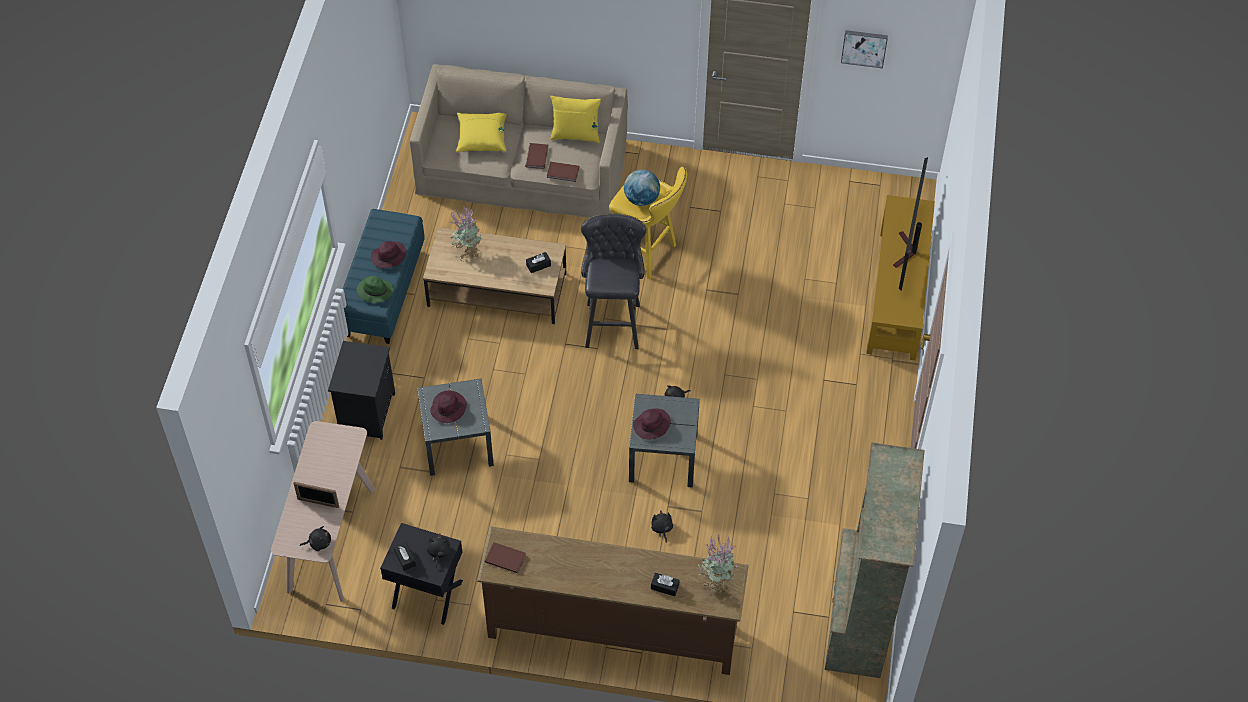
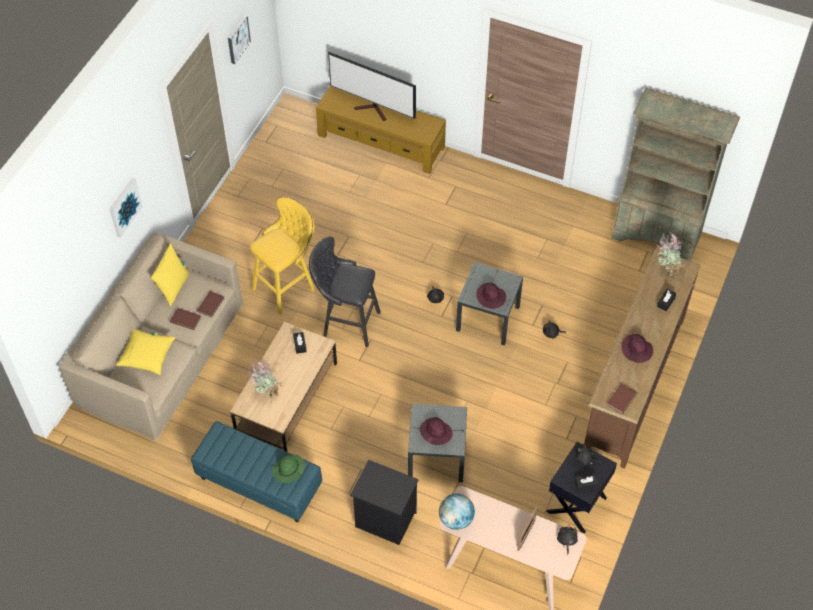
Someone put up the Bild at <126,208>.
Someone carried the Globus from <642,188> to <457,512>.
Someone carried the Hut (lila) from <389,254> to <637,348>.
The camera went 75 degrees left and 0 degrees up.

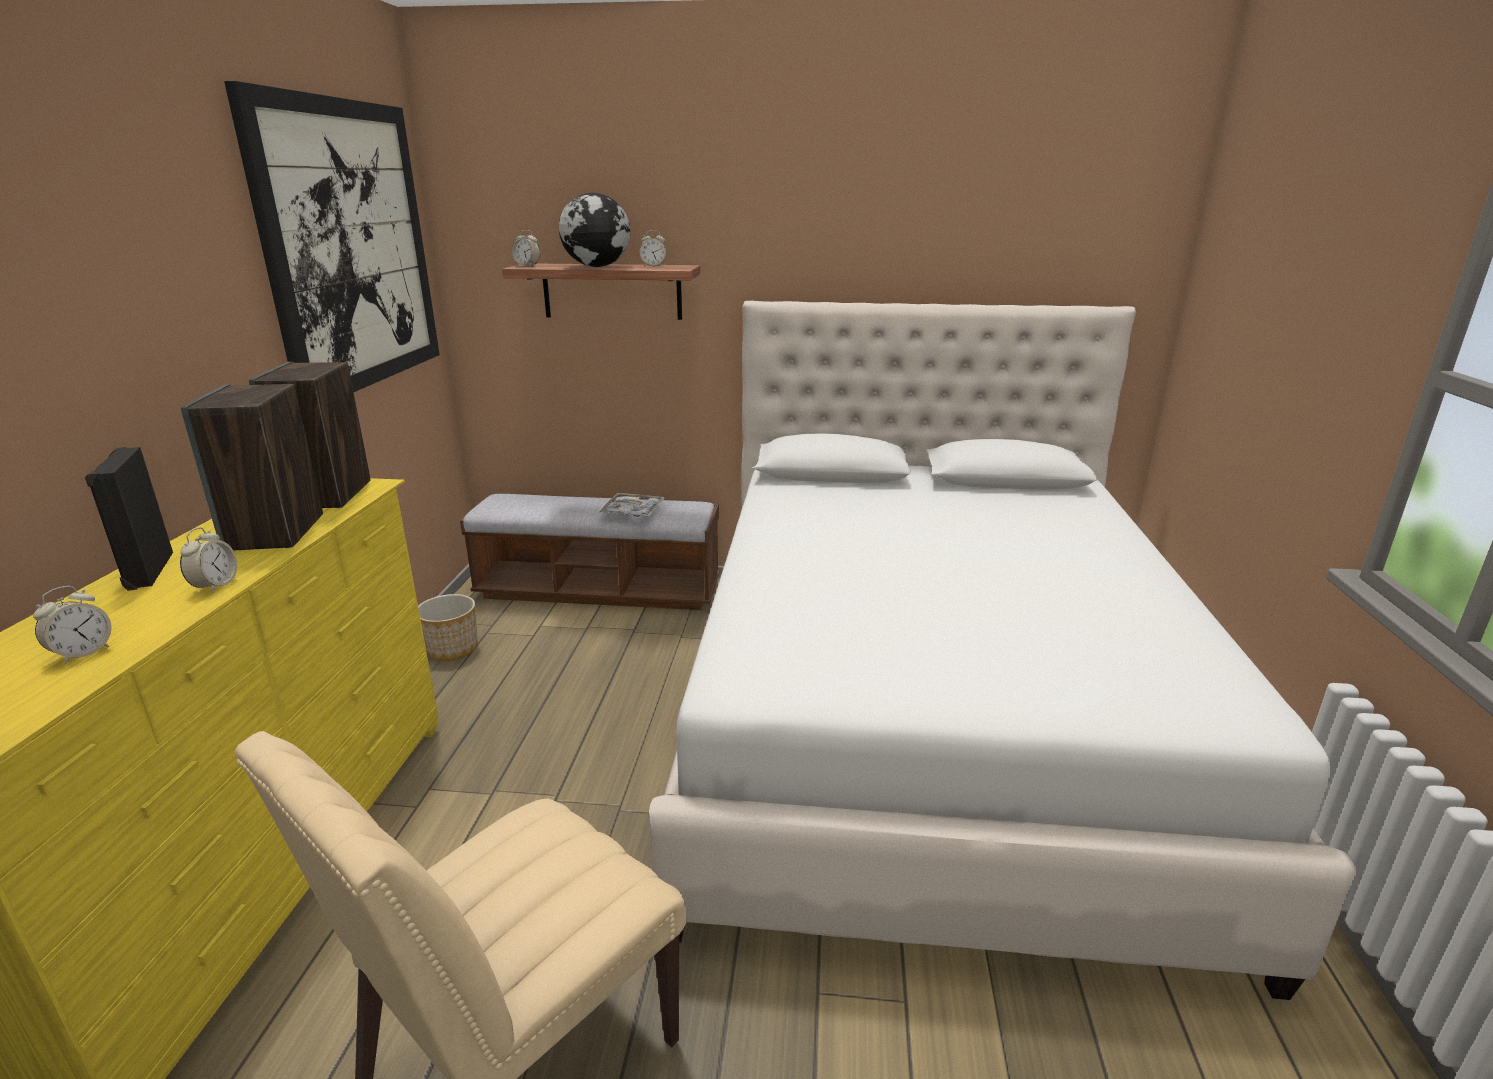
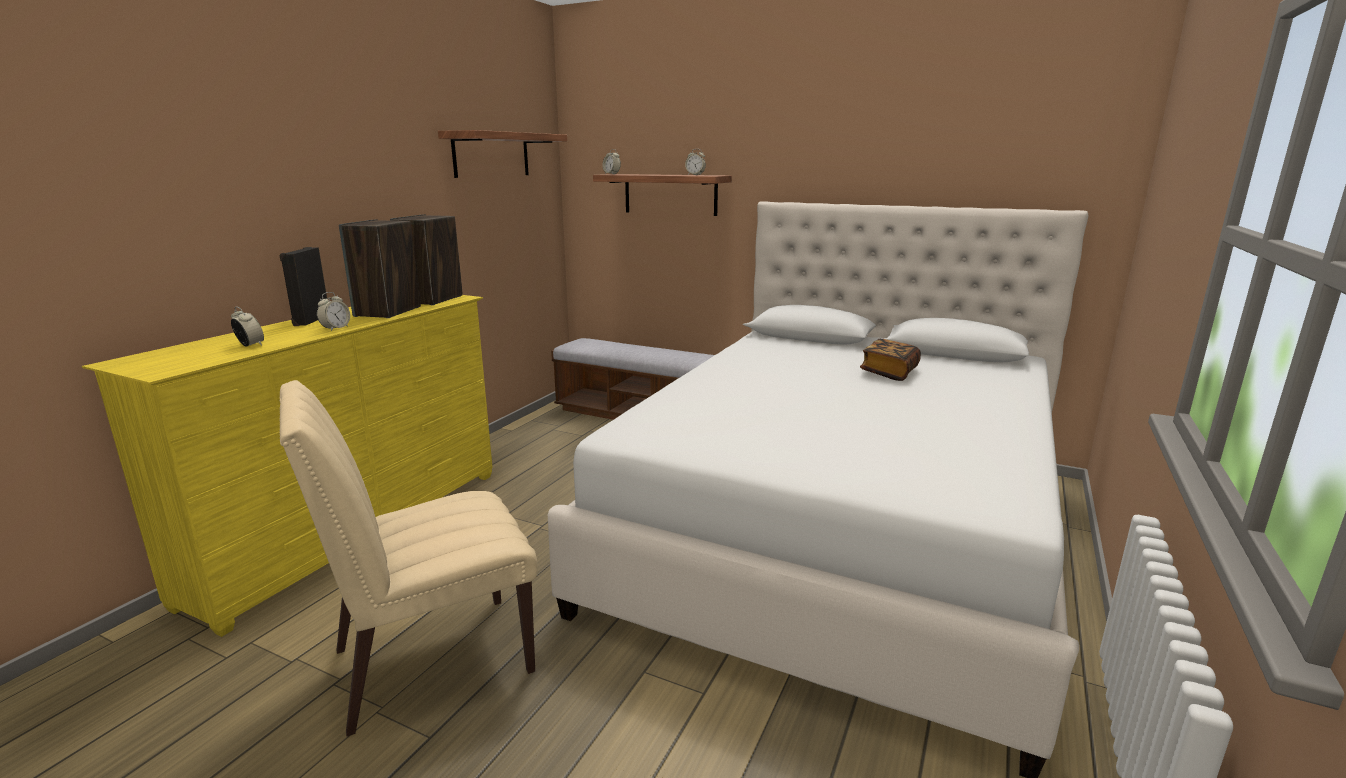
Someone rotated the Wecker at <72,625> by 105 degrees counterclockwise.
Someone swapped the Bild at <332,236> for the Wandregal at <502,154>.
Someone put down the Buch at <890,360>.
Someone took away the Pflanzkübel at <448,627>.
Someone took away the Globus at <594,230>.
Someone took away the Tablett at <631,505>.
The camera went 20 degrees right and 5 degrees down.

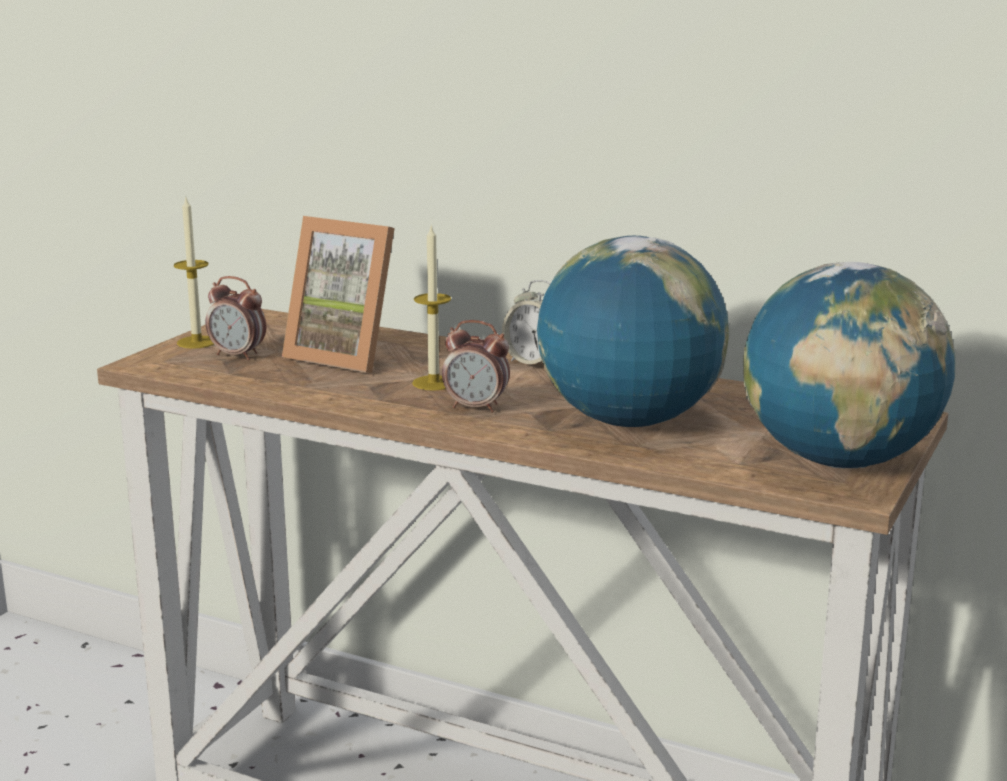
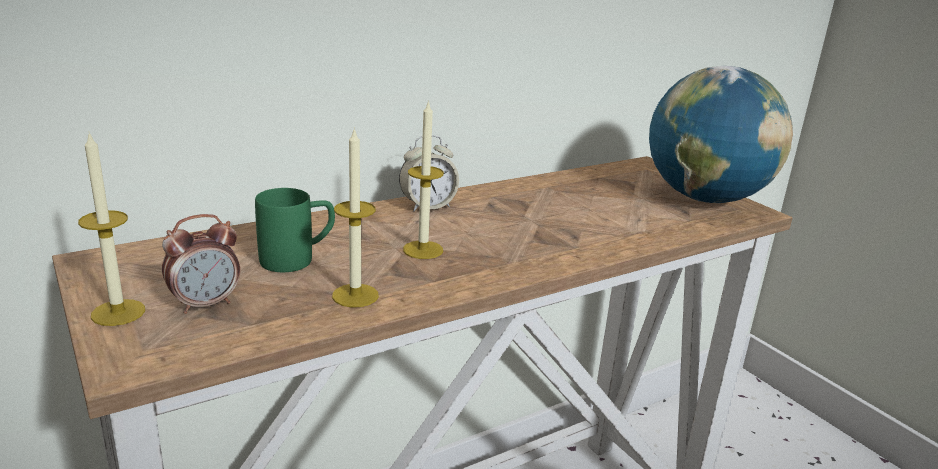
Someone swapped the Bilderrahmen at <338,294> for the Henkelbecher (grün) at <295,230>.
Someone put down the Kerze at <355,217>.
Someone took away the Wecker at <476,366>.
Someone took away the Globus at <633,331>.
The camera went 60 degrees left and 5 degrees up.

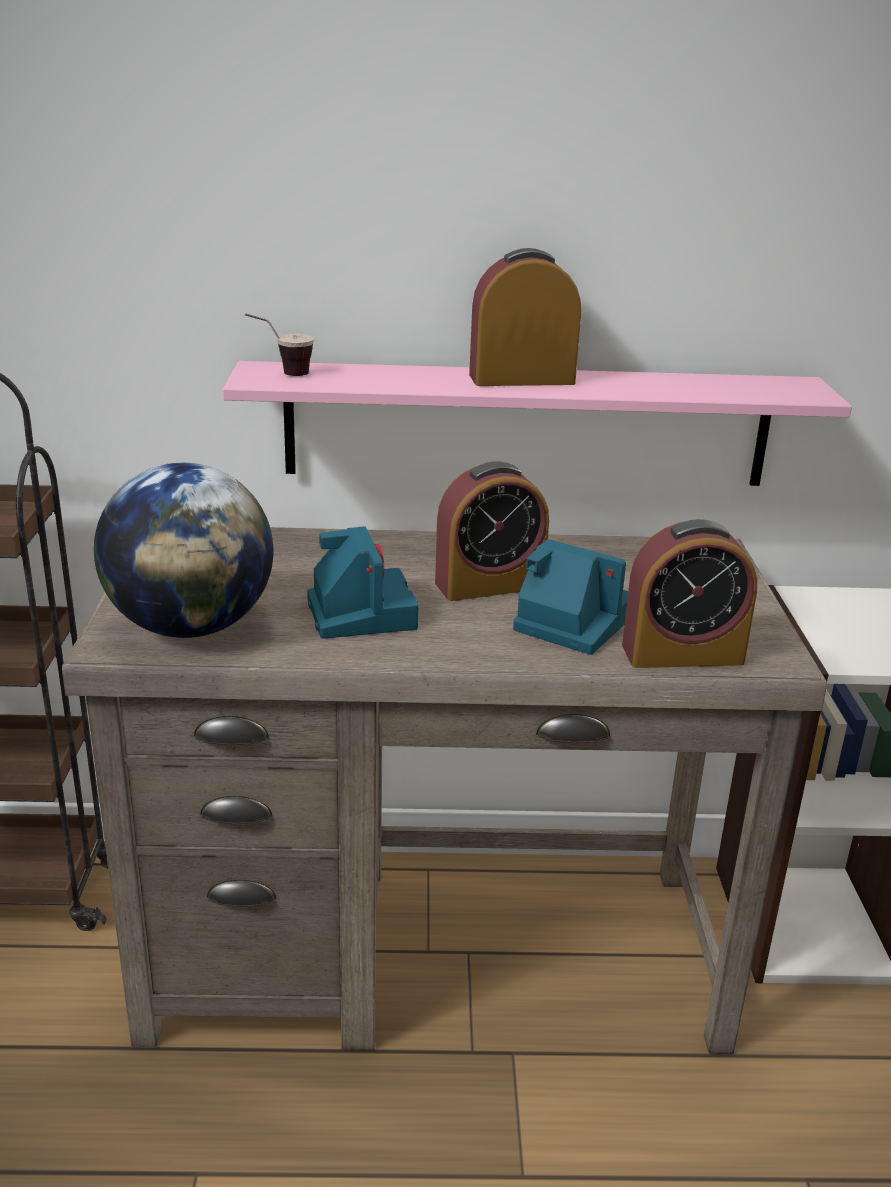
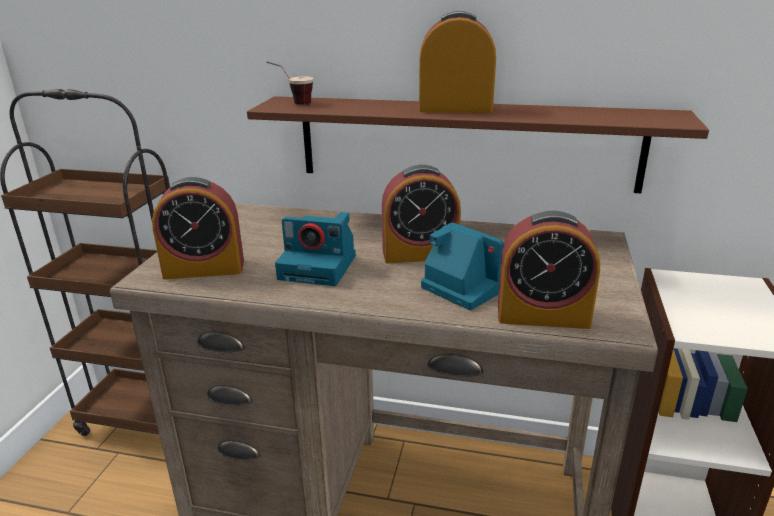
Someone swapped the Globus at <183,550> for the Wecker at <198,228>.
Someone repainted the Wandregal (rosa) at <537,423>, which became the Wandregal (braun) at <478,144>.
Someone rotated the Kamera at <363,583> by 105 degrees clockwise.
The camera went 15 degrees right and 0 degrees up.

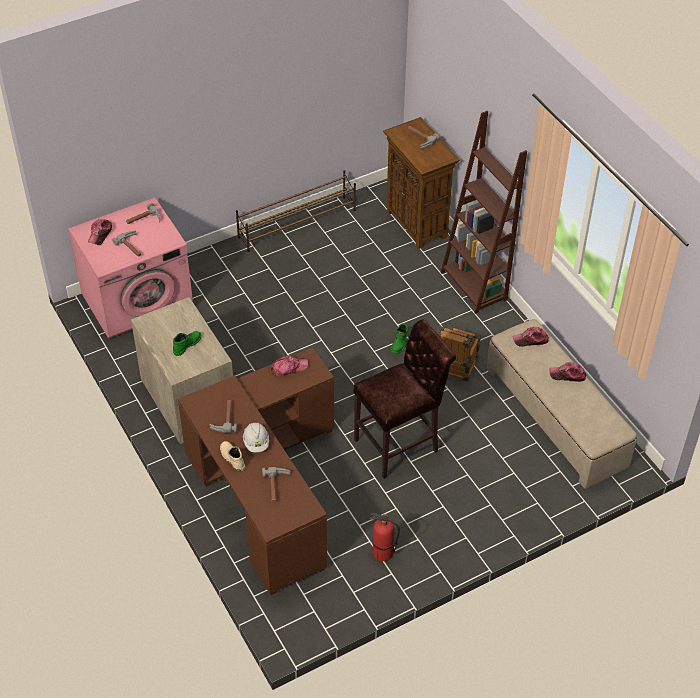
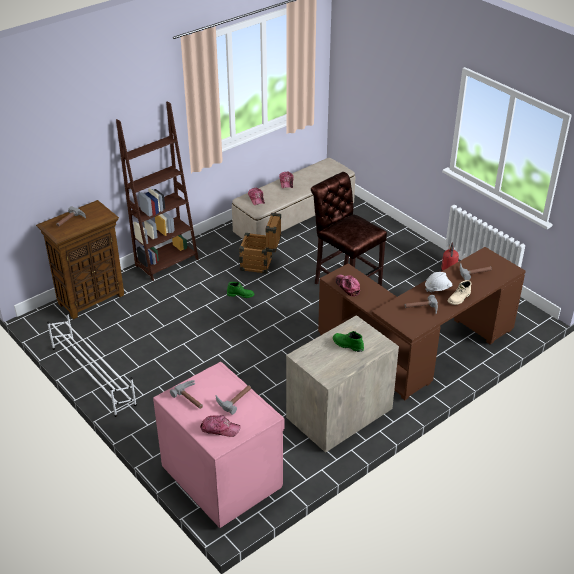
Someone repainted the Schuhregal (braun) at <296,211>, which became the Schuhregal (weiß) at <92,364>.
The camera went 100 degrees left and 10 degrees down.

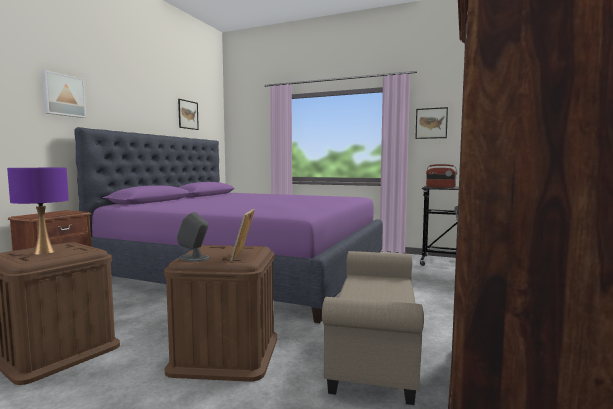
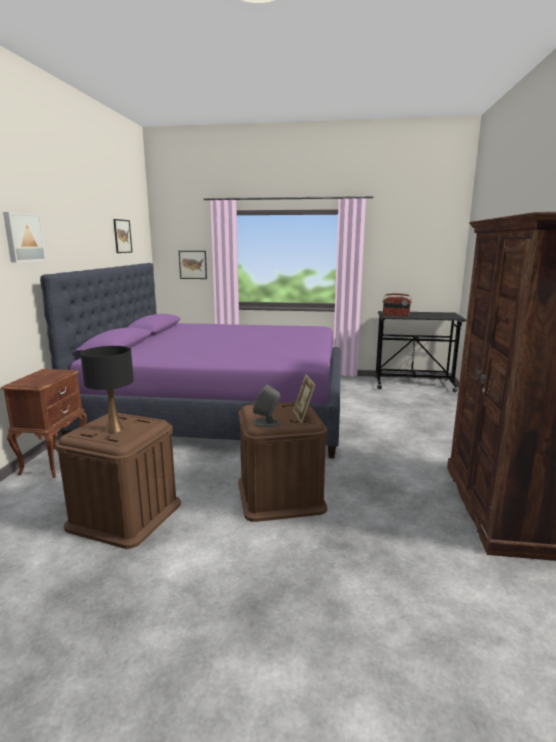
Someone repainted the Tischlampe (lila) at <38,211>, which became the Tischlampe (schwarz) at <107,389>.
Someone carried the Bild from <431,123> to <193,265>.
Someone took away the Polsterhocker (beige) at <373,328>.
The camera went 15 degrees left and 10 degrees up.

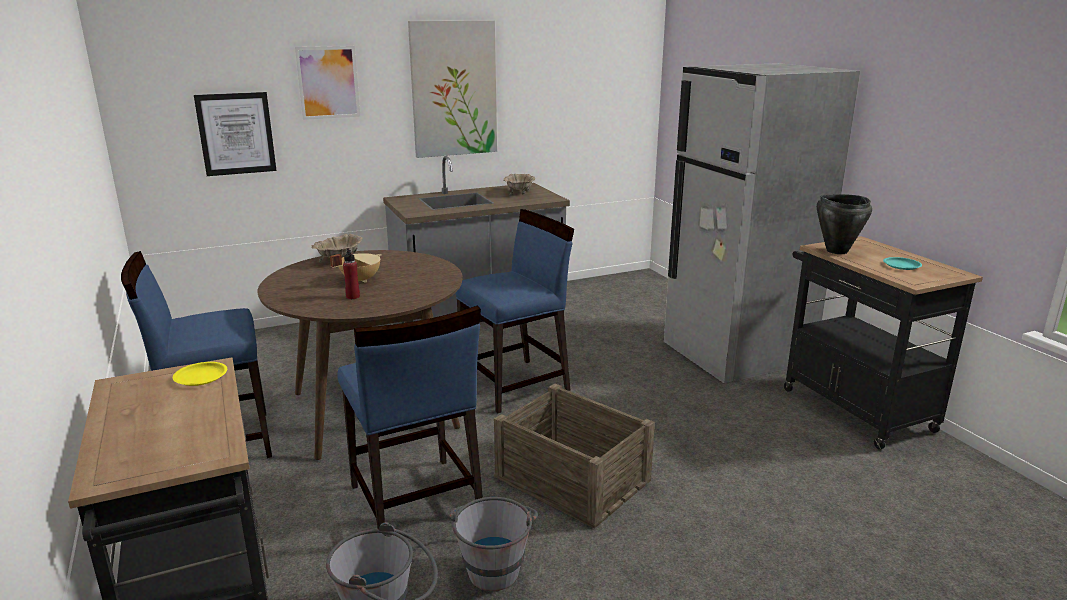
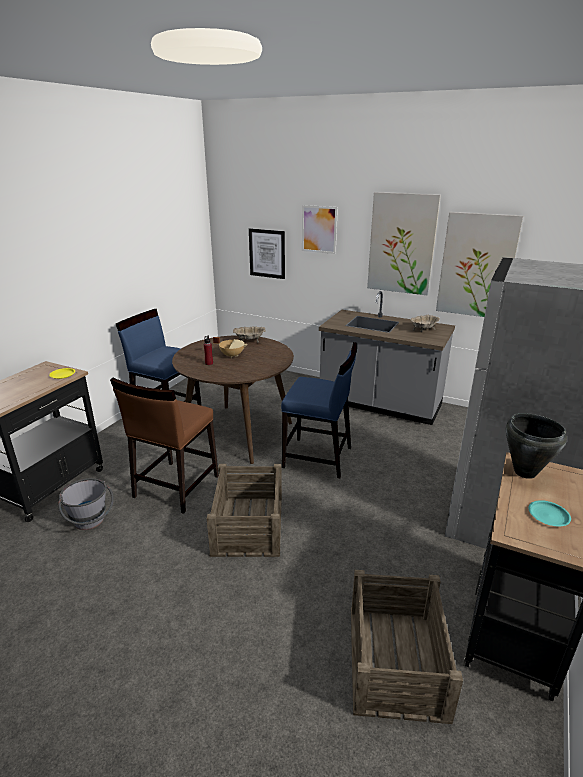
Someone repainted the Stuhl (blau) at <410,417>, which became the Stuhl (braun) at <164,446>.
Someone put down the Kiste at <407,647>.
Someone put up the Bild at <479,264>.
Someone took away the Eimer (grau) at <493,544>.
The camera went 50 degrees right and 5 degrees up.

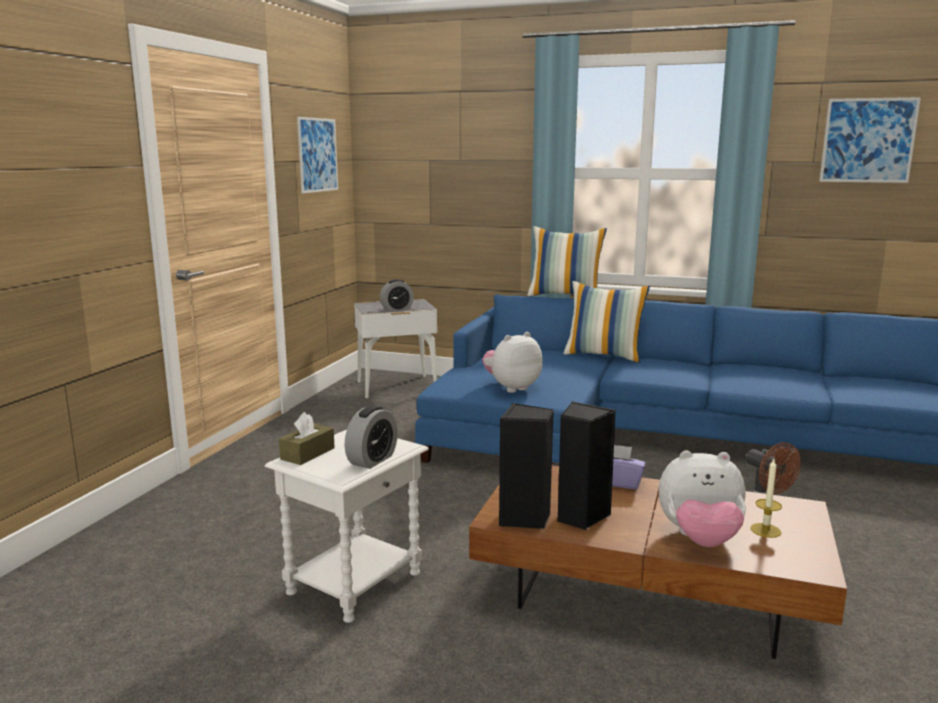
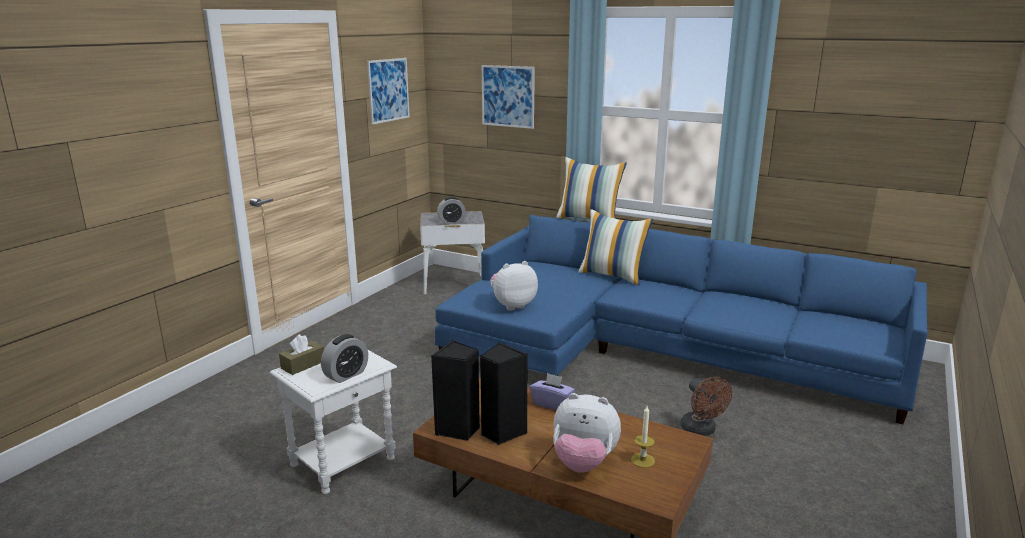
Someone carried the Bild from <870,140> to <508,97>.
The camera went 10 degrees right and 5 degrees up.

